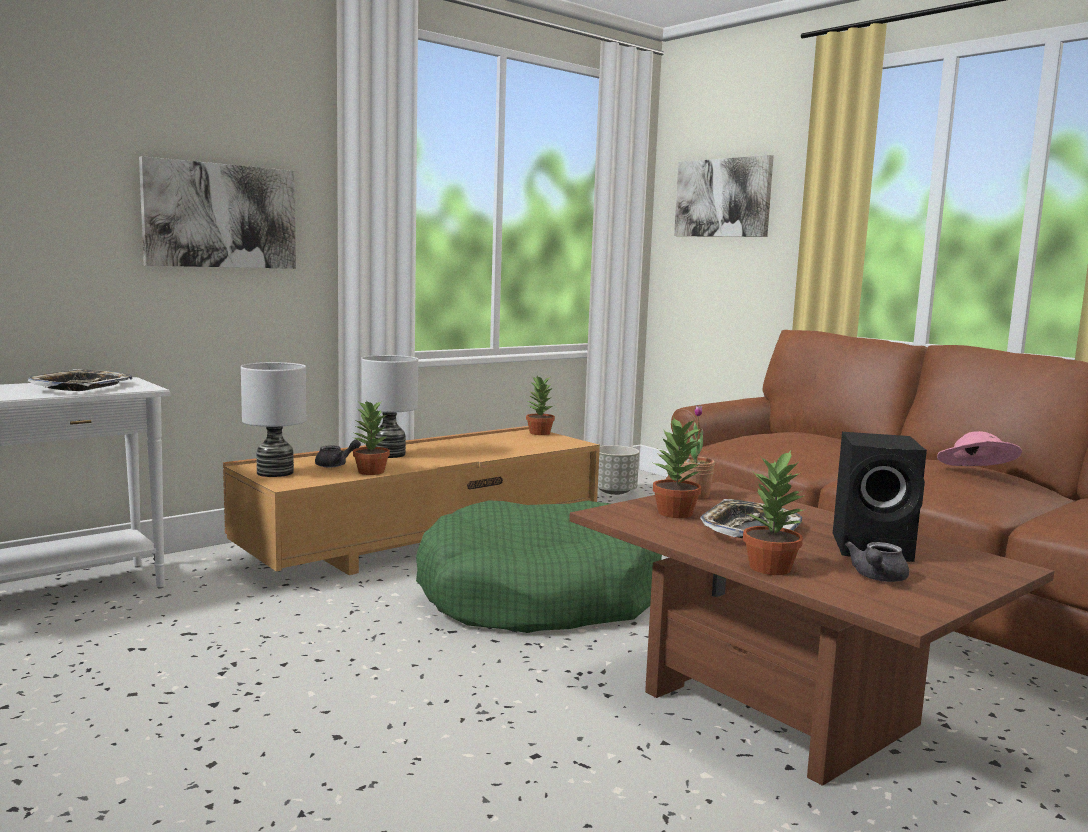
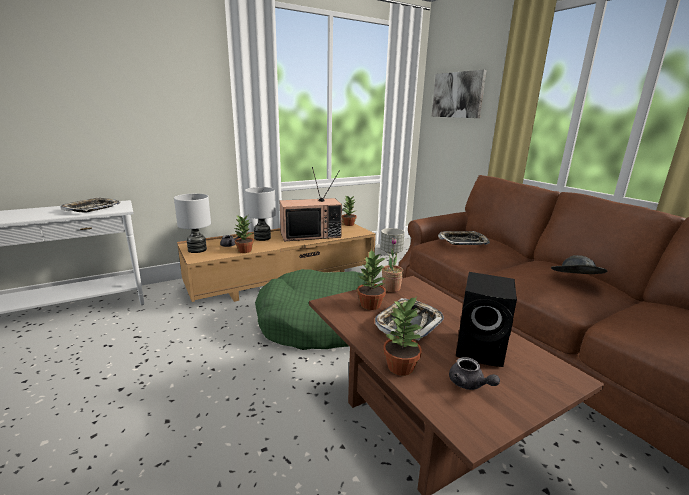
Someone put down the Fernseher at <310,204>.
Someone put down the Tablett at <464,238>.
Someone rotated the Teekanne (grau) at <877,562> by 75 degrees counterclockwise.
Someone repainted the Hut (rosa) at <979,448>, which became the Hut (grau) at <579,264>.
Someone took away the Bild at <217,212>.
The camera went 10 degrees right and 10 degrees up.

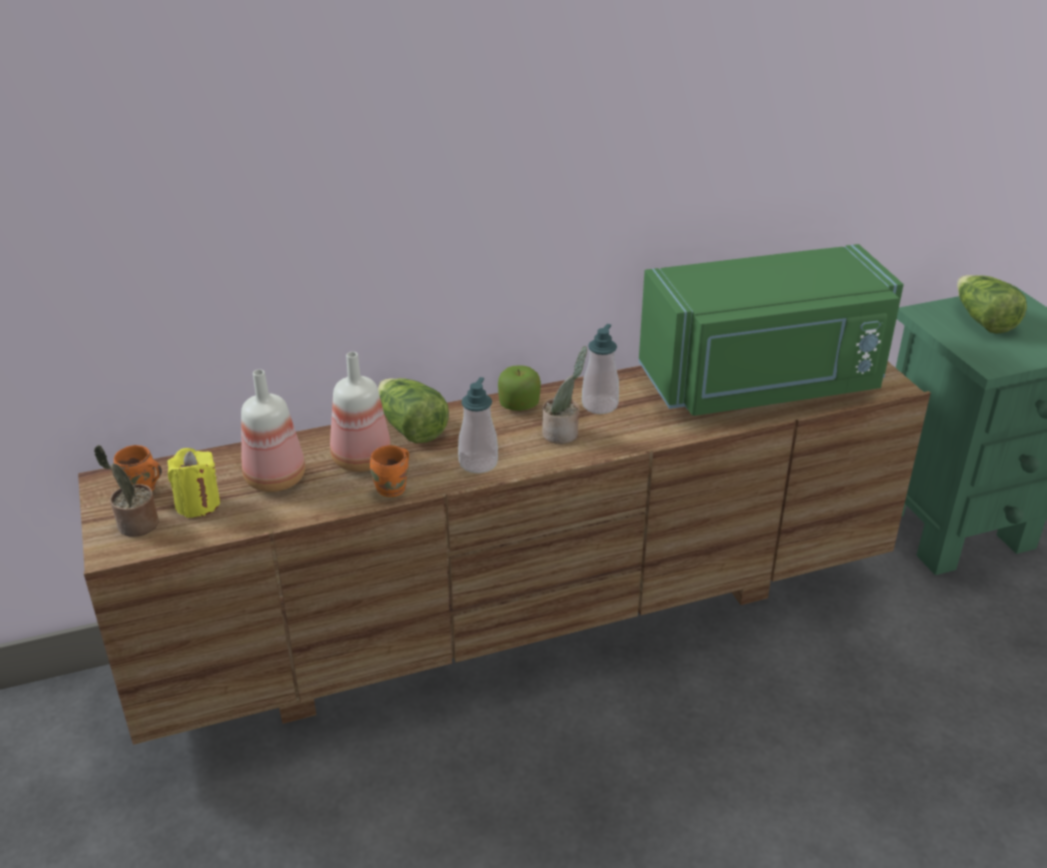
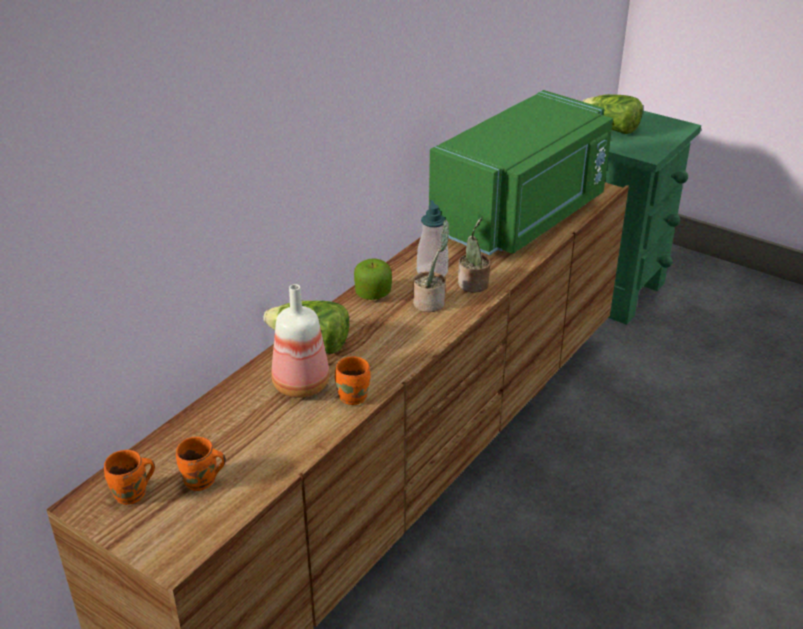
Someone swapped the Kerze (gelb) at <194,483> for the Henkelbecher (orange) at <201,464>.
Someone carried the Topfpflanze from <126,491> to <474,255>.
Someone took away the Flasche at <273,430>.
Someone took away the Seifenspender at <478,425>.
The camera went 35 degrees left and 0 degrees up.

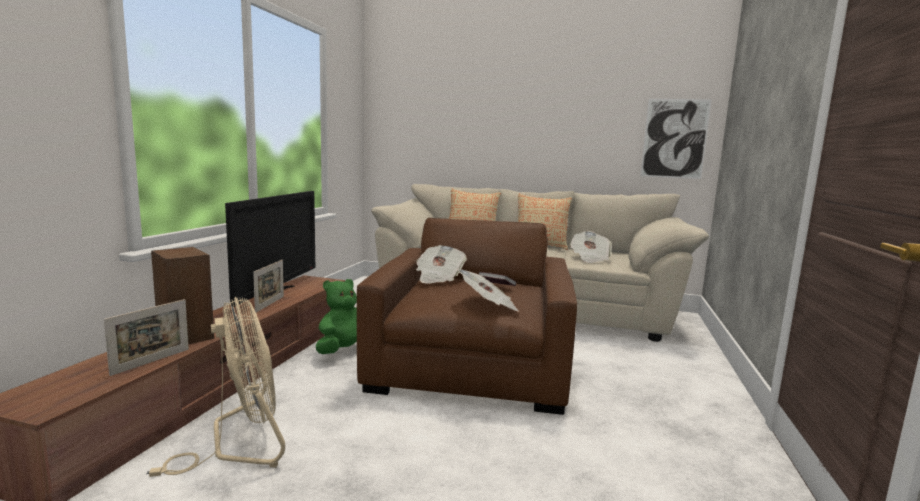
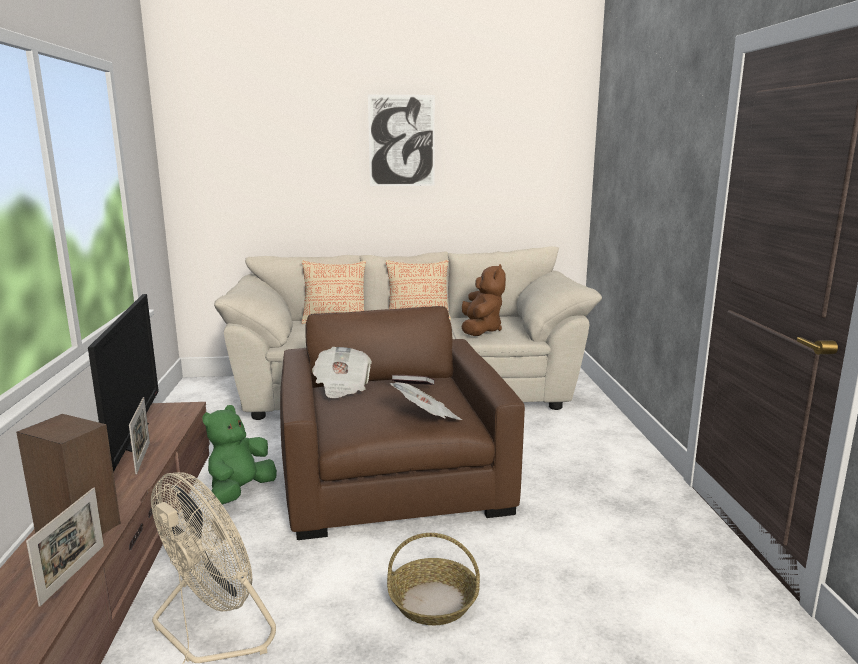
Someone carried the Bild from <676,139> to <401,140>.
Someone put down the Korb at <433,579>.
Someone swapped the Zeitung at <591,247> for the Plüschtier (braun) at <483,300>.
The camera went 20 degrees left and 5 degrees up.

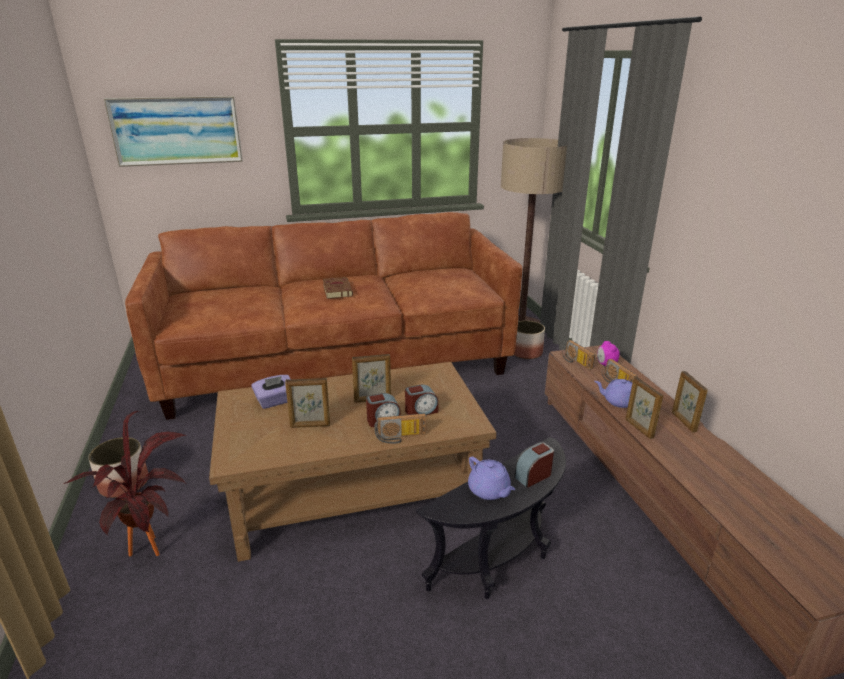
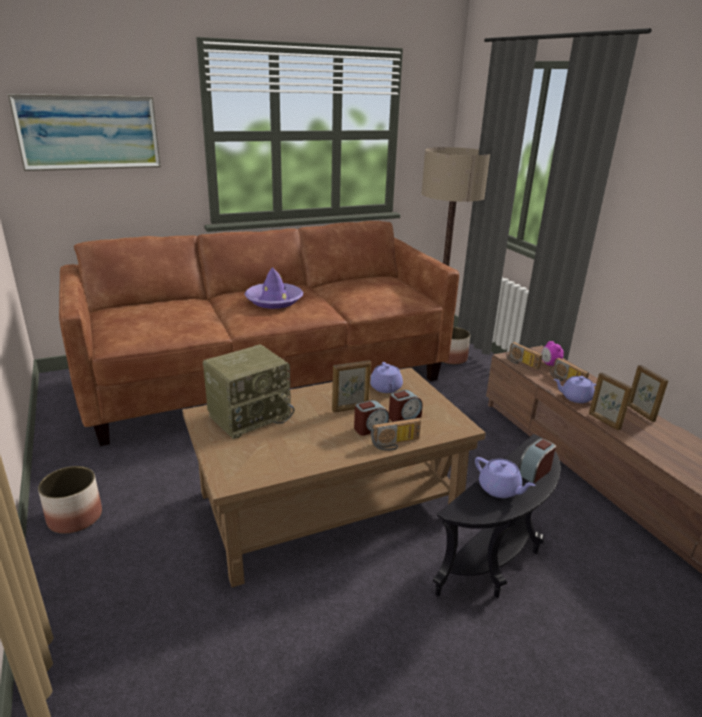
Someone swapped the Taschentuchbox (lila) at <270,392> for the Radio at <249,391>.
Someone swapped the Buch (braun) at <338,288> for the Hut (lila) at <274,288>.
Someone put down the Teekanne (lila) at <386,377>.
Someone took away the Topfpflanze at <124,483>.
Someone took away the Bilderrahmen at <307,403>.
The camera went 10 degrees left and 0 degrees up.

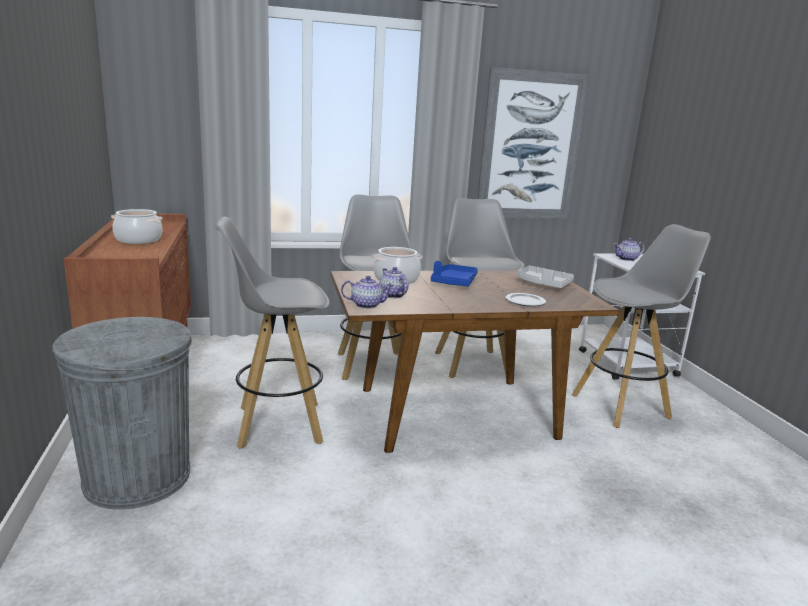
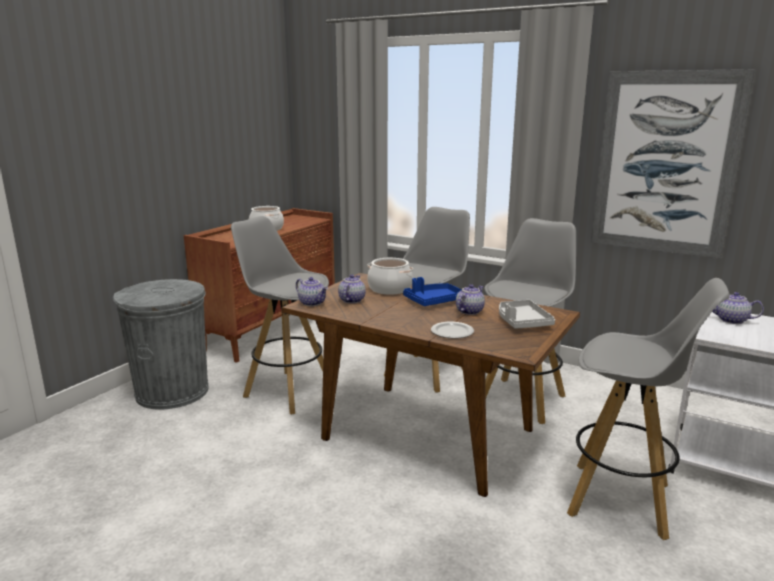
Someone put down the Teekanne at <470,300>.
The camera went 45 degrees right and 0 degrees up.

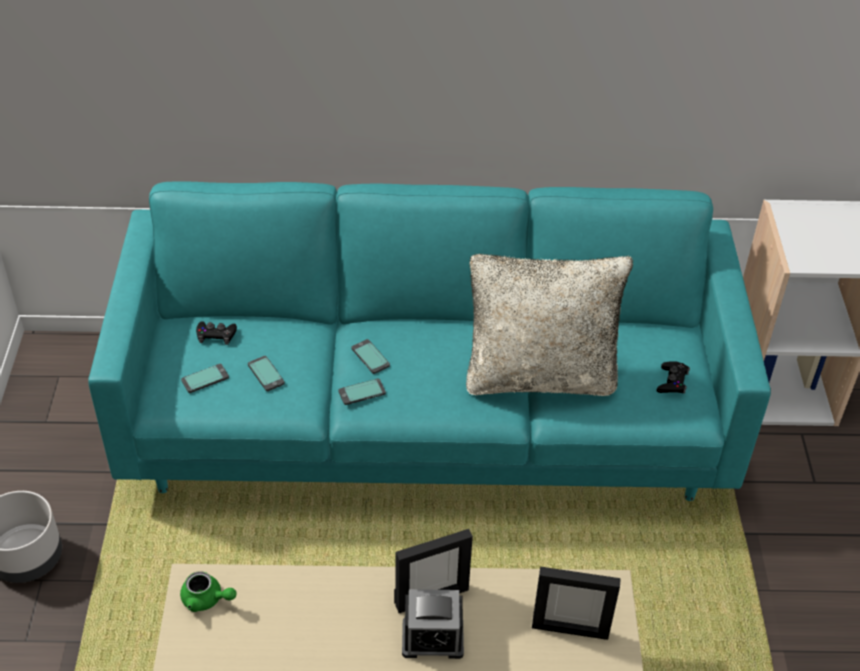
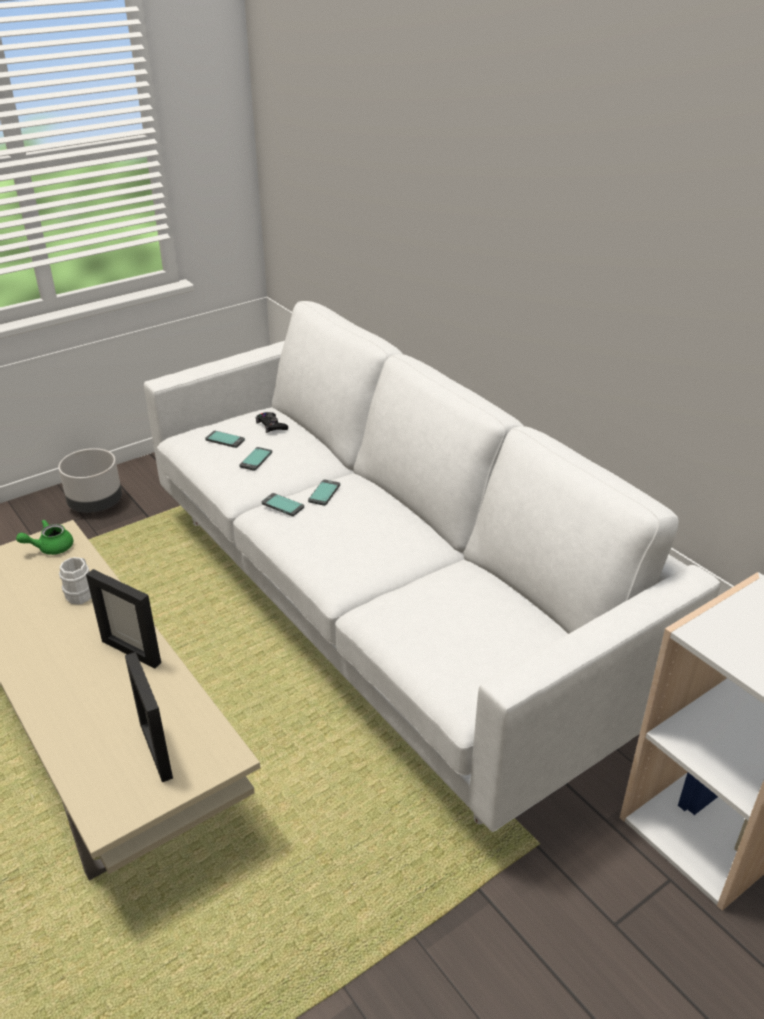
Someone rotated the Teekanne (grün) at <208,591> by 75 degrees clockwise.
Someone put down the Henkelbecher (weiß) at <75,581>.
Someone repainted the Sofa (türkis) at <429,341>, which became the Sofa (weiß) at <432,566>.
Someone took away the Wecker at <433,624>.
Someone took away the Kissen (beige) at <550,324>.
Someone took away the Gamepad (schwarz) at <673,377>.
The camera went 55 degrees right and 10 degrees down.

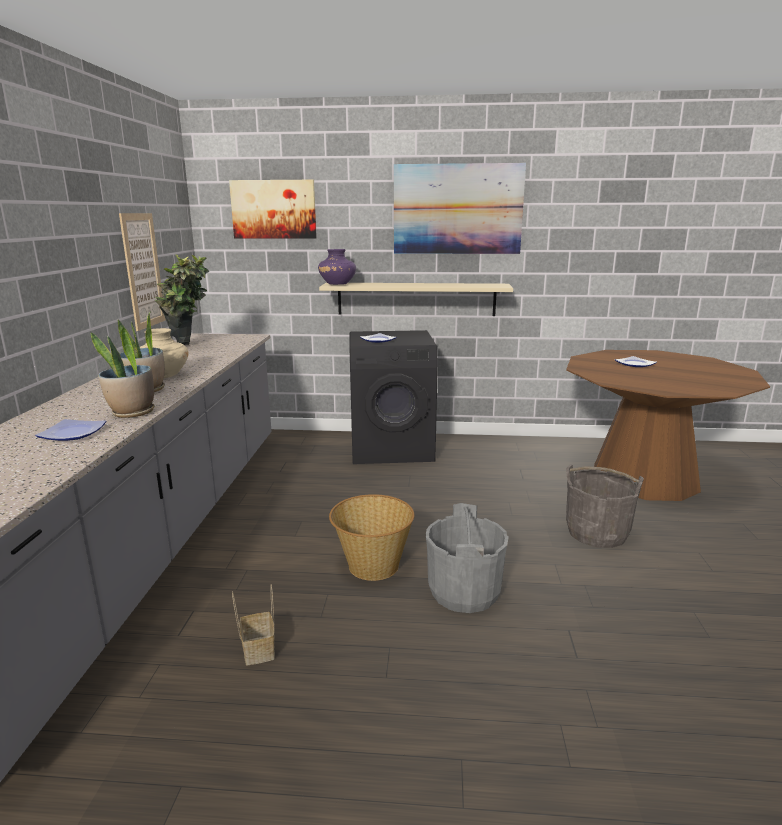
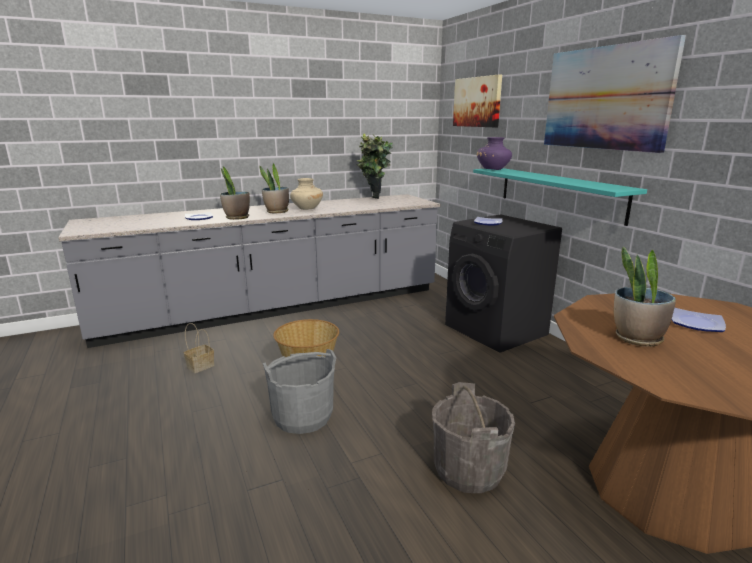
Someone repainted the Wandregal (beige) at <416,299>, which became the Wandregal (türkis) at <560,197>.
Someone put down the Topfpflanze at <645,297>.
Someone took away the Bild at <142,272>.
The camera went 60 degrees right and 0 degrees up.

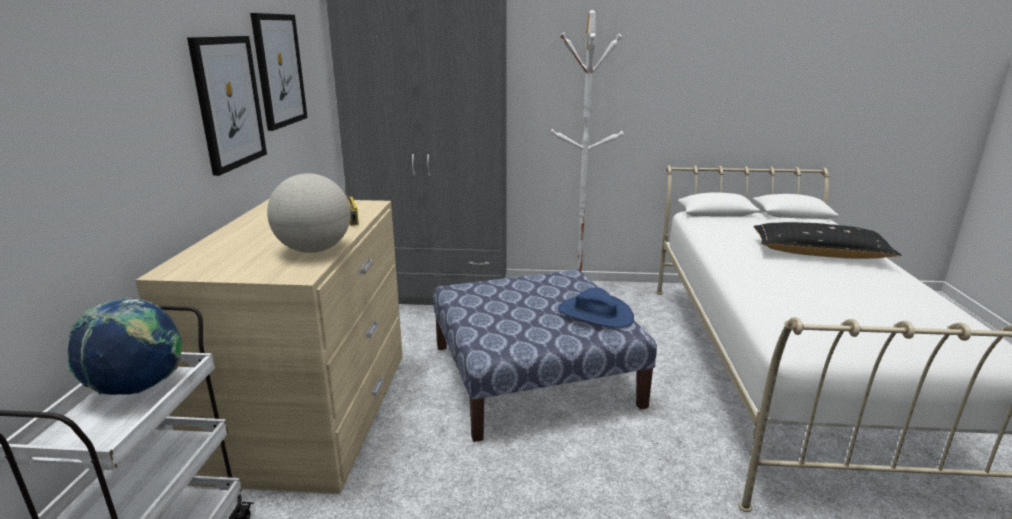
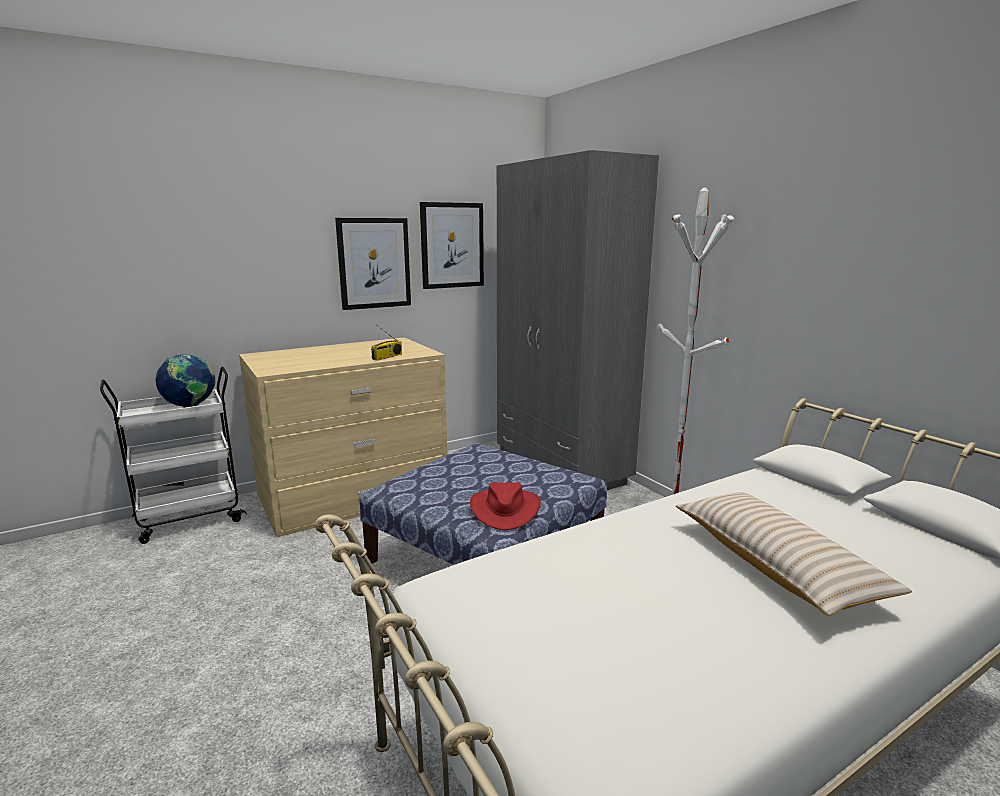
Someone repainted the Hut (blau) at <596,307>, which became the Hut (rot) at <505,506>.
Someone repainted the Kissen (schwarz) at <827,240>, which became the Kissen (beige) at <794,554>.
Someone took away the Globus at <309,213>.
The camera went 55 degrees right and 5 degrees down.

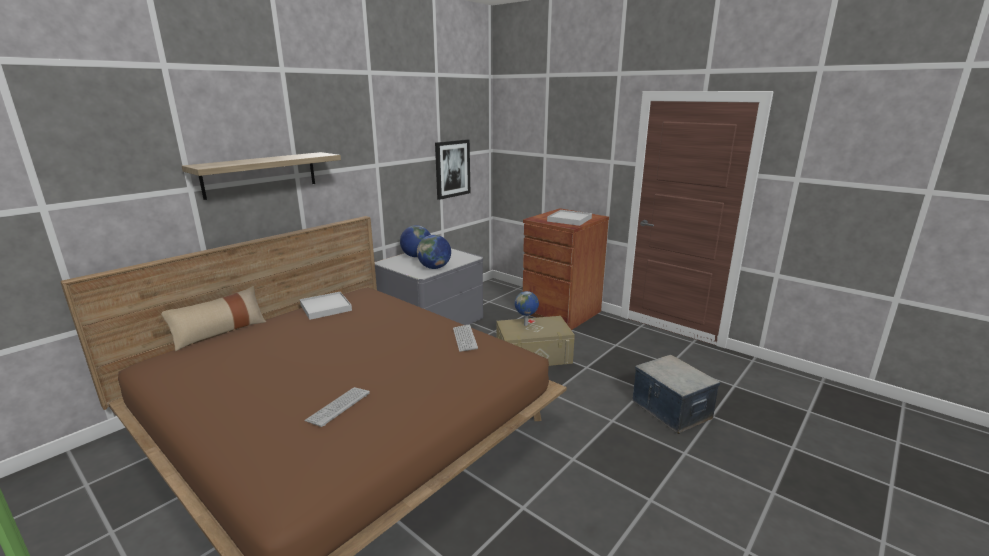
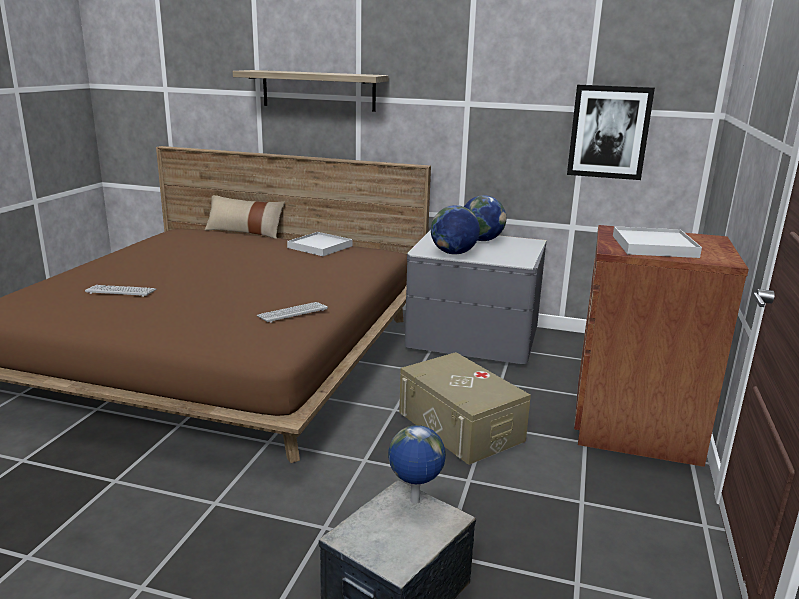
Someone carried the Globus from <526,308> to <417,464>.
The camera went 65 degrees right and 0 degrees up.

